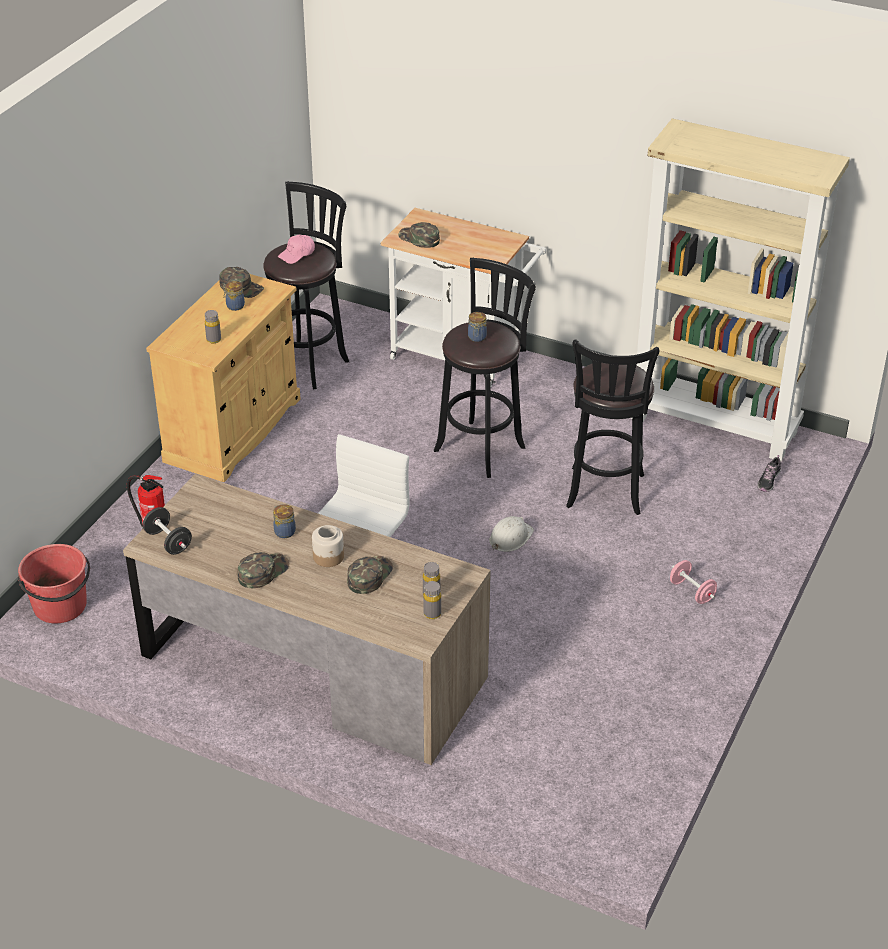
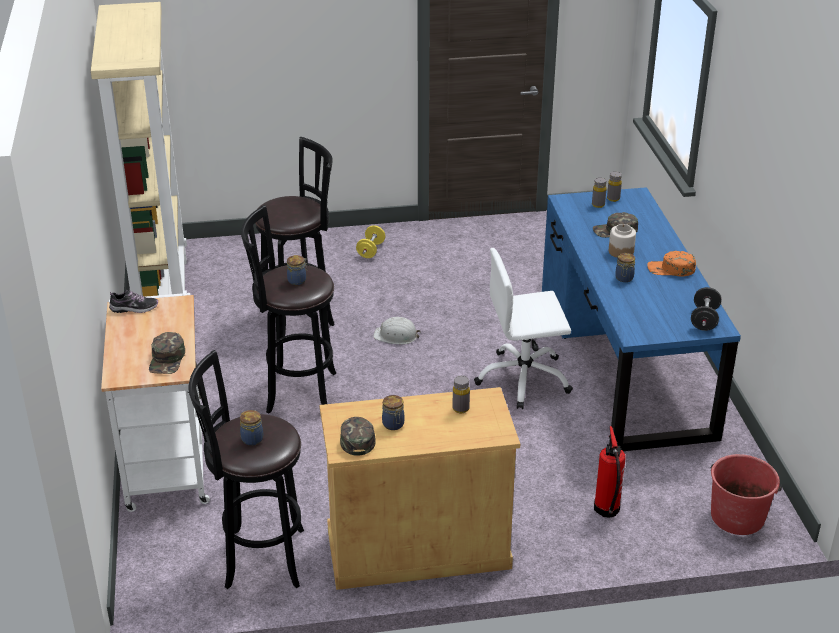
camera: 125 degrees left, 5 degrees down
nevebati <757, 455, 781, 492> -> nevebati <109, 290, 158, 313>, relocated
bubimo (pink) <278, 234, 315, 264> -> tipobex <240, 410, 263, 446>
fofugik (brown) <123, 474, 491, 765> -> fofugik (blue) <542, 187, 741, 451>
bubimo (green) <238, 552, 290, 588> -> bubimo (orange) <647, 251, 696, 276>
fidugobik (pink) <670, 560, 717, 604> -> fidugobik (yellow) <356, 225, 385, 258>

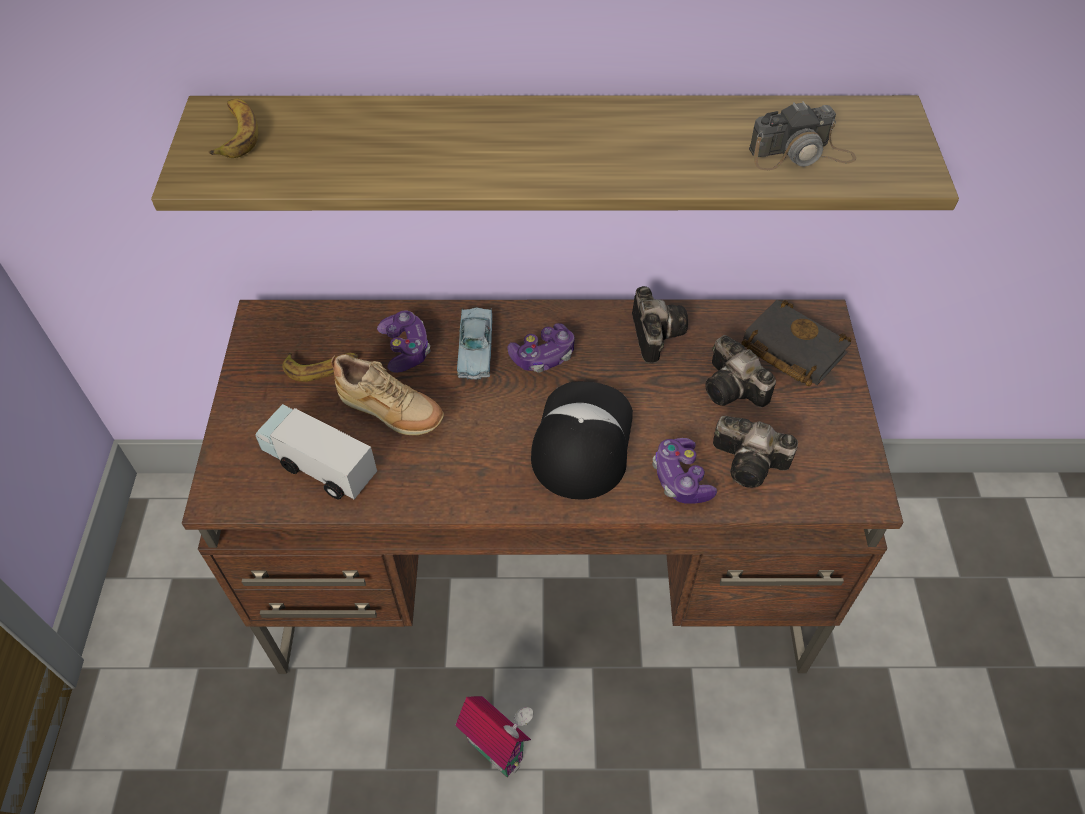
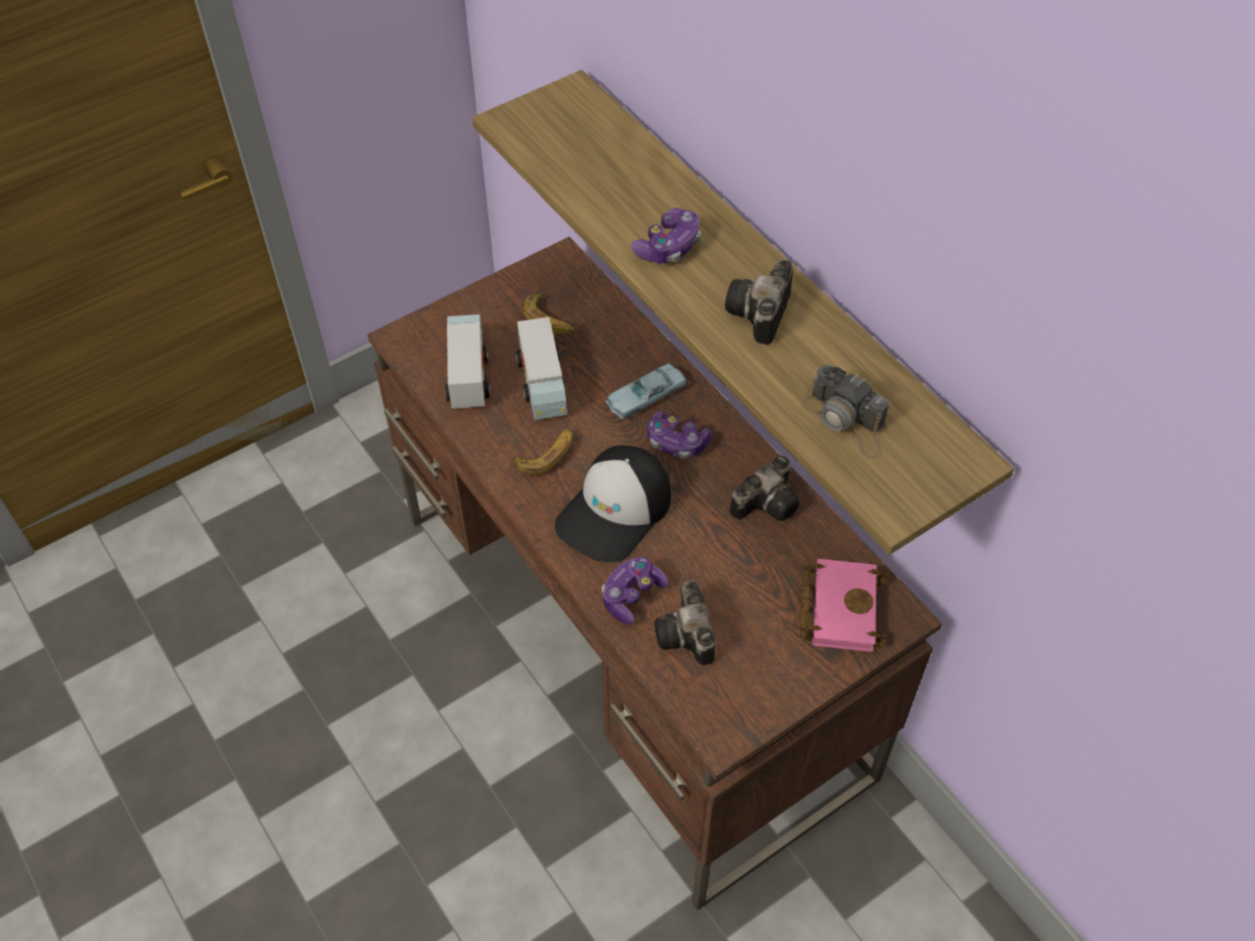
camera: 55 degrees right, 0 degrees up
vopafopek <455, 696, 533, 777> -> none
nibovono <208, 99, 258, 158> -> nibovono <513, 429, 572, 476>, relocated
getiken <377, 310, 431, 373> -> getiken <631, 208, 701, 263>, relocated
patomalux <705, 335, 776, 407> -> patomalux <725, 260, 793, 345>, relocated
nevebati (beige) <331, 354, 444, 435> -> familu <516, 317, 567, 420>
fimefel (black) <741, 300, 851, 386> -> fimefel (pink) <800, 559, 887, 652>
bubimo <531, 381, 633, 500> -> bubimo <555, 445, 671, 562>, 150 degrees clockwise

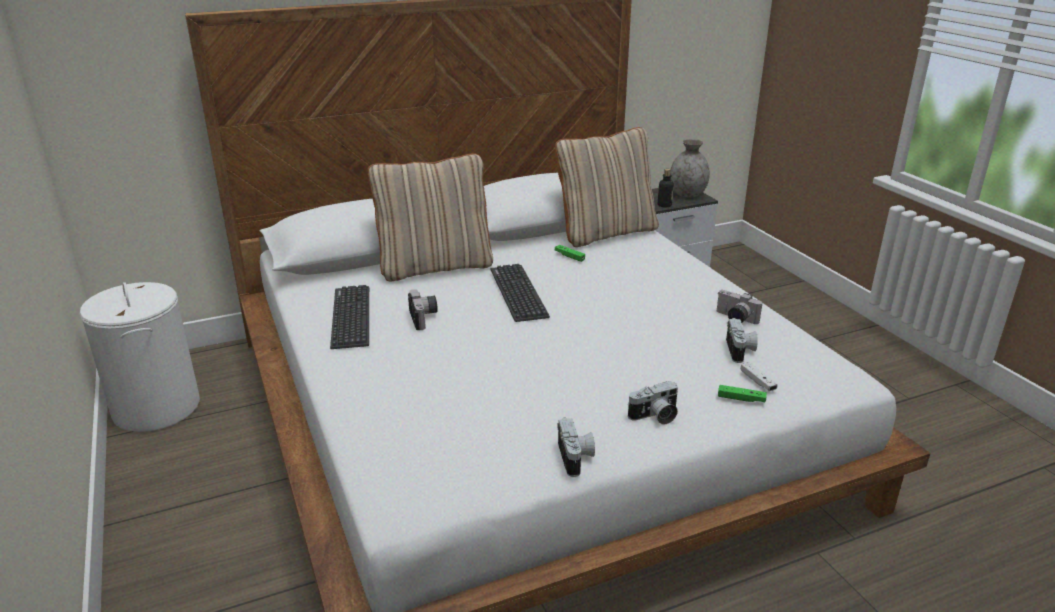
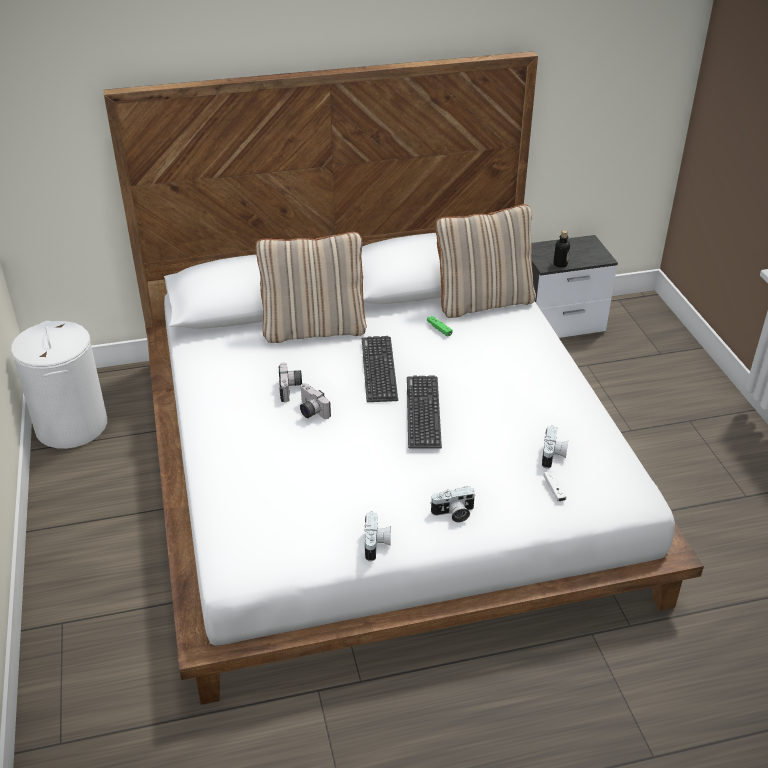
camera: 10 degrees right, 10 degrees up
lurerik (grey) <670, 139, 710, 197> -> none
getiken (green) <718, 385, 767, 402> -> none
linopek <330, 285, 369, 349> -> linopek <407, 376, 442, 449>, relocated
patomalux <717, 290, 762, 324> -> patomalux <300, 383, 331, 419>, relocated

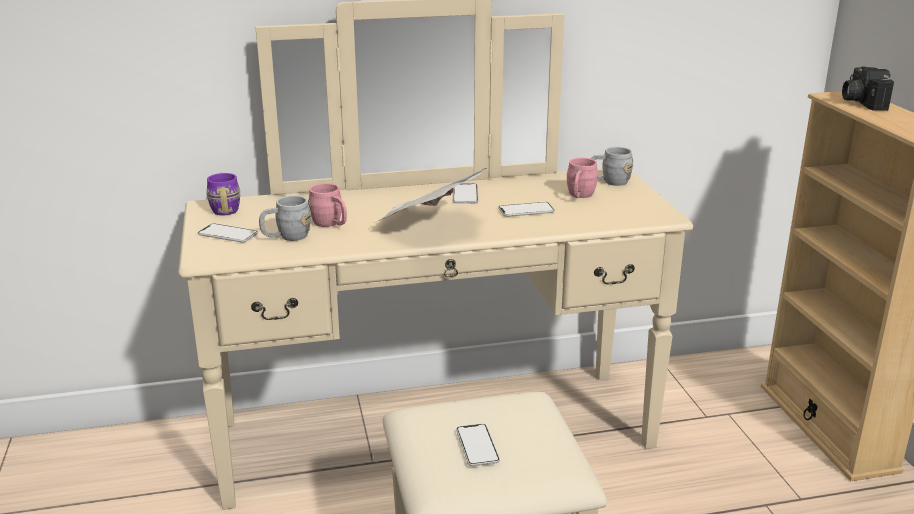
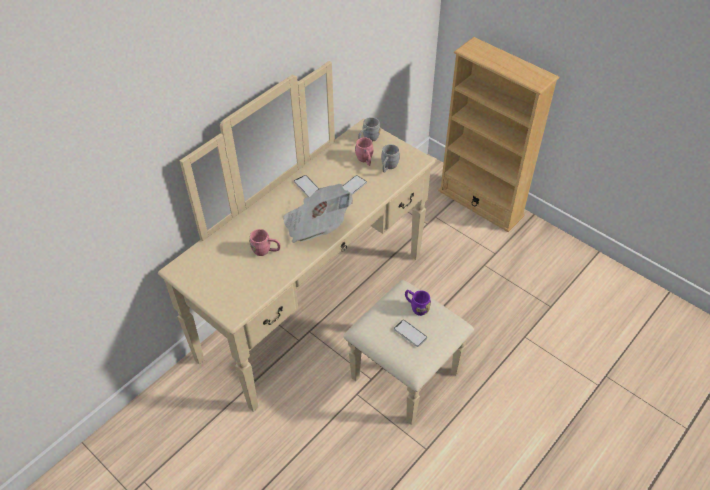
camera: 35 degrees left, 25 degrees up
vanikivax <198, 223, 258, 243> -> none
patomalux <842, 66, 894, 111> -> none
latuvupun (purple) <207, 173, 240, 215> -> latuvupun (purple) <405, 290, 431, 316>, relocated
latuvupun (grey) <259, 195, 311, 241> -> latuvupun (grey) <381, 144, 400, 172>, relocated

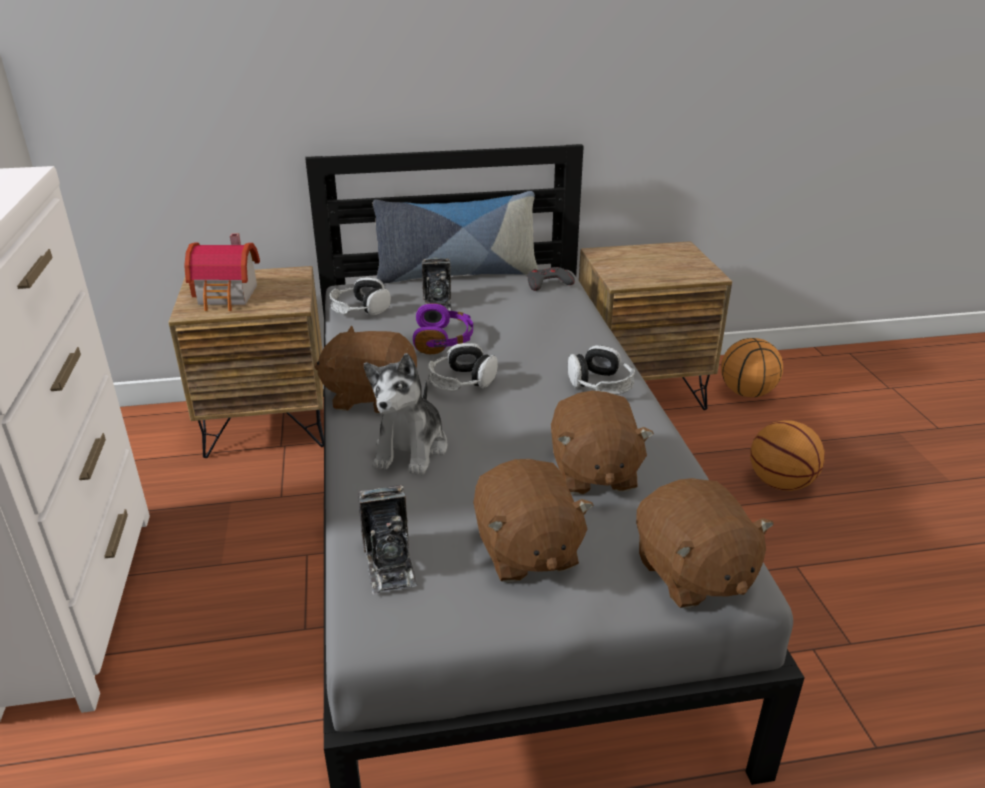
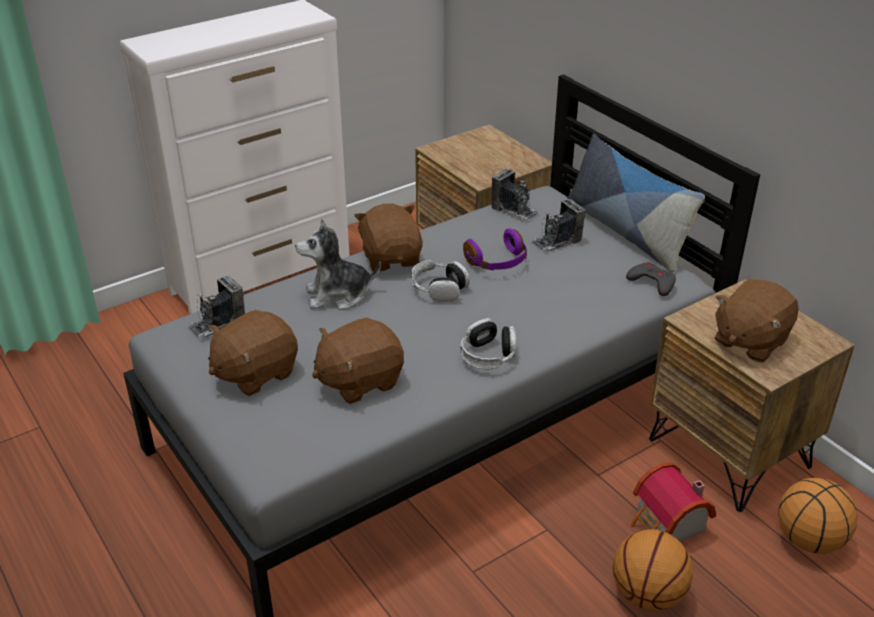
camera: 65 degrees right, 5 degrees up
vopafopek <184, 233, 260, 311> -> vopafopek <631, 462, 716, 541>, relocated
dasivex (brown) <636, 478, 774, 608> -> dasivex (brown) <715, 279, 799, 363>, relocated
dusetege <329, 278, 391, 315> -> patomalux <491, 169, 539, 222>

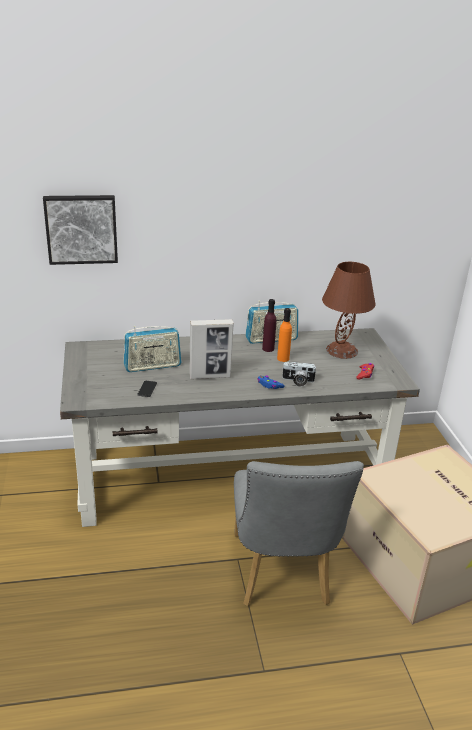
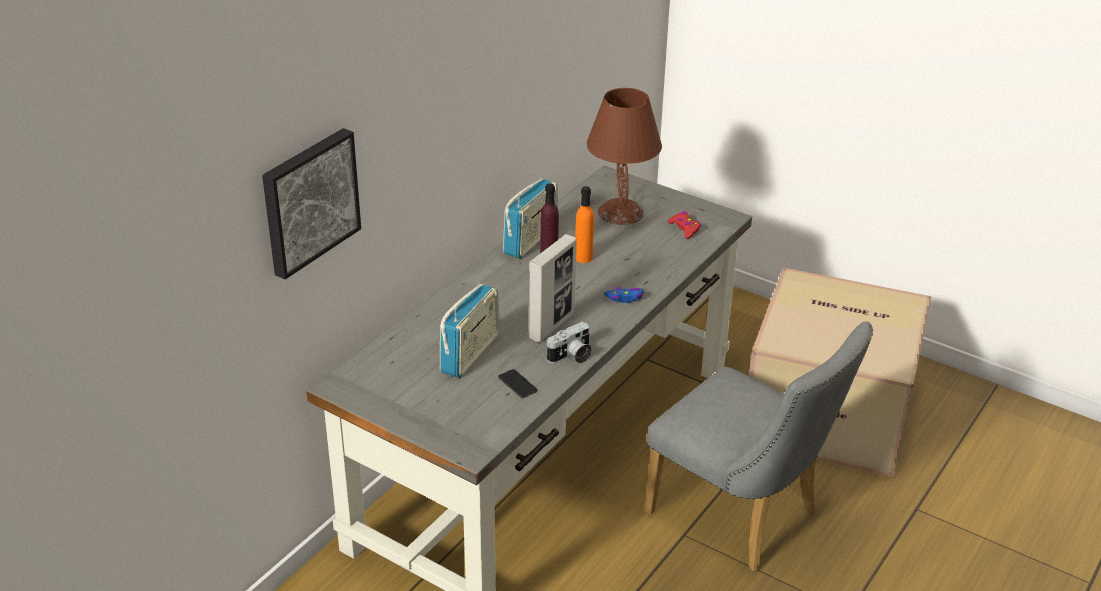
camera: 45 degrees left, 5 degrees up
patomalux <282, 362, 317, 387> -> patomalux <546, 322, 592, 363>, relocated

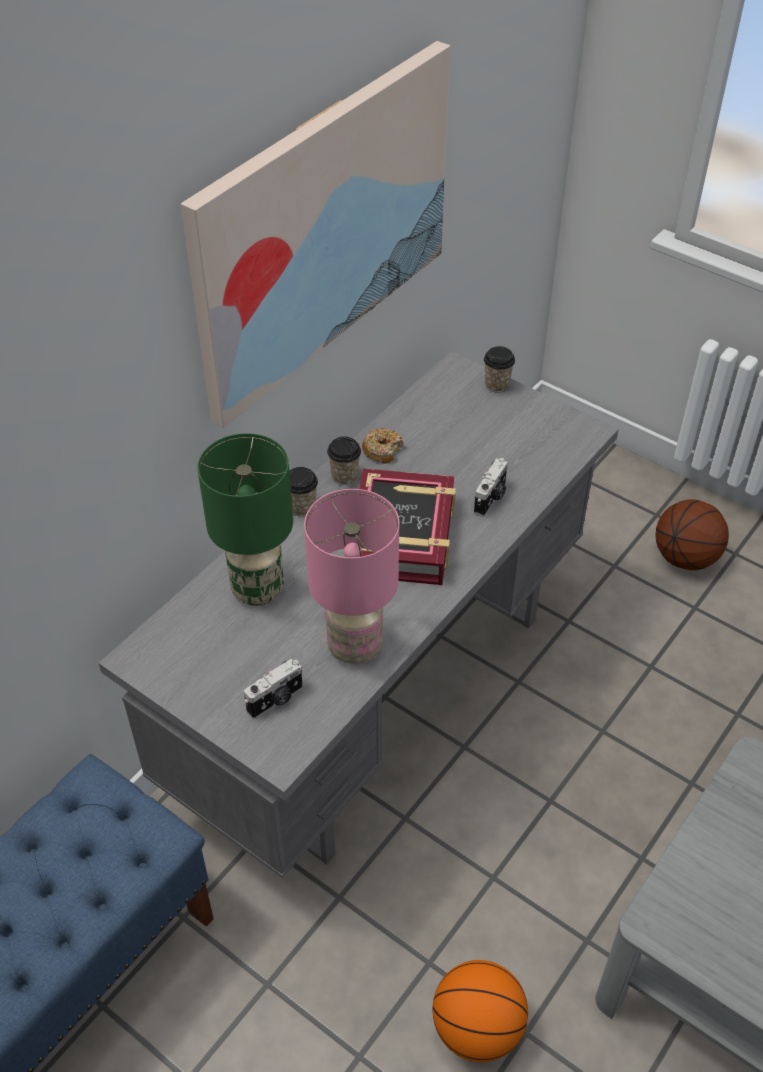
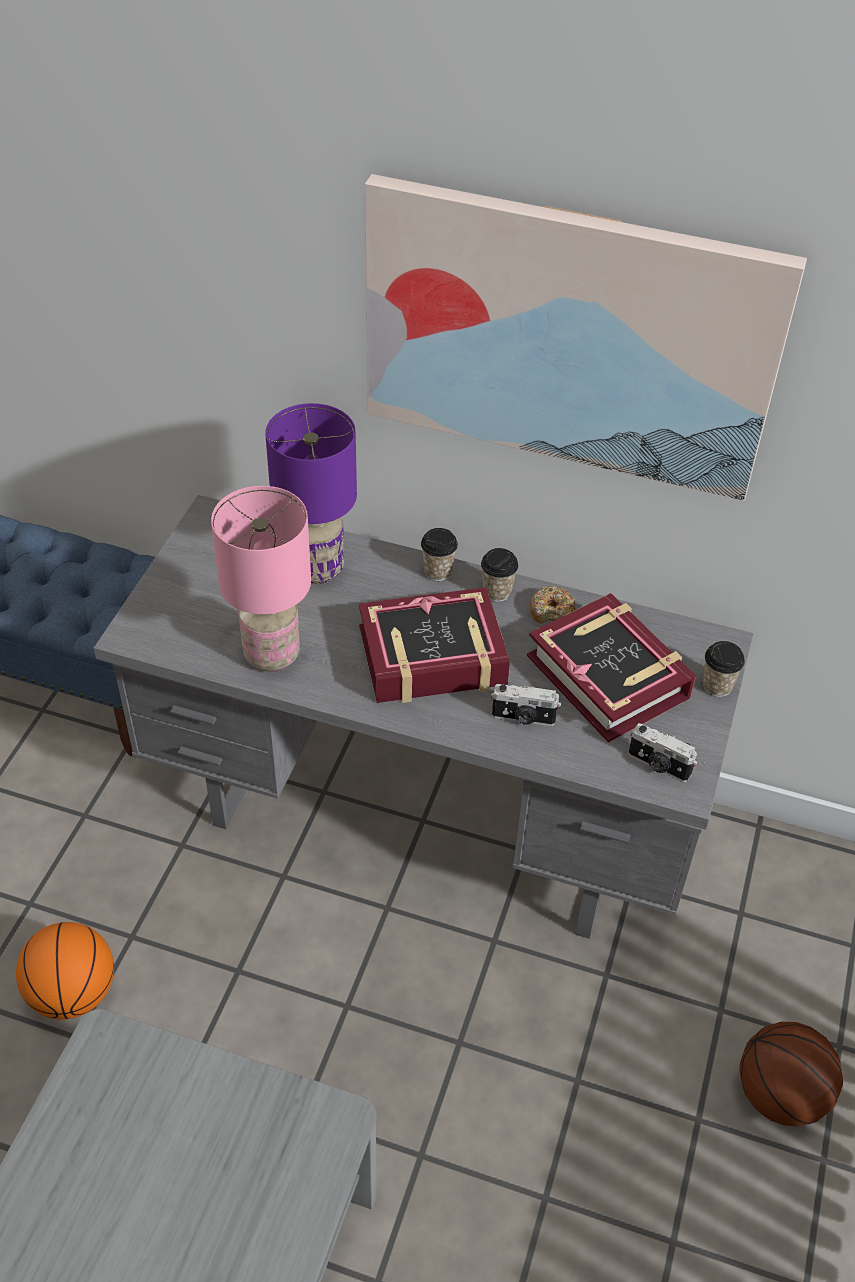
camera: 70 degrees right, 0 degrees up
none -> fimefel <527, 593, 696, 743>
patomalux <244, 658, 303, 719> -> patomalux <628, 723, 697, 782>, relocated
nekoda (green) <197, 433, 293, 606> -> nekoda (purple) <265, 403, 357, 584>

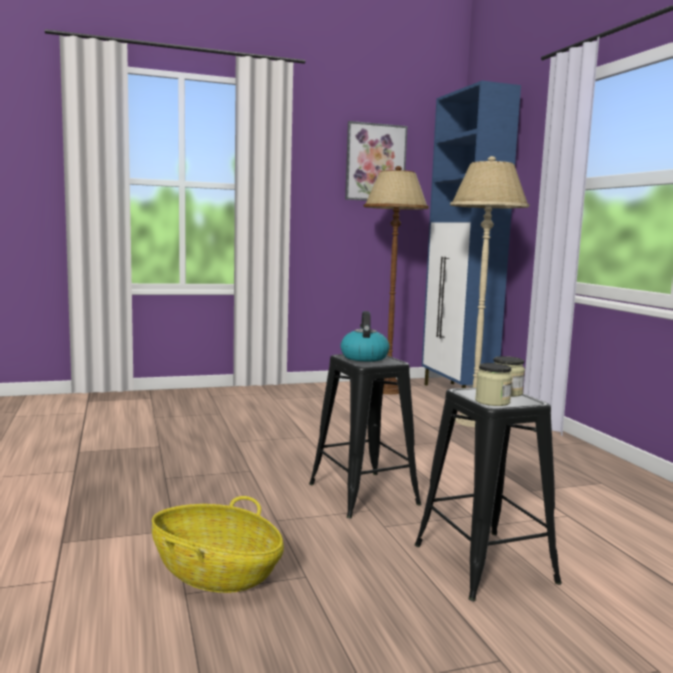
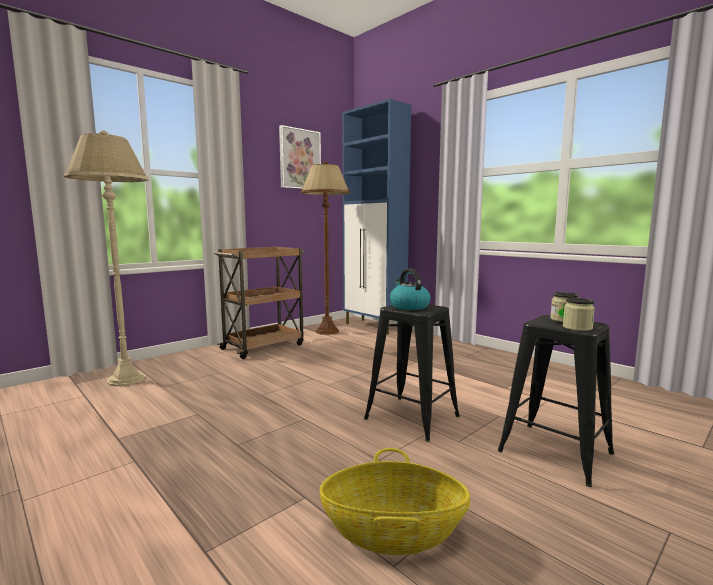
camera: 25 degrees left, 0 degrees up
none -> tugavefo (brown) <213, 247, 305, 359>
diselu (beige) <450, 156, 530, 427> -> diselu (beige) <64, 130, 149, 386>, relocated

